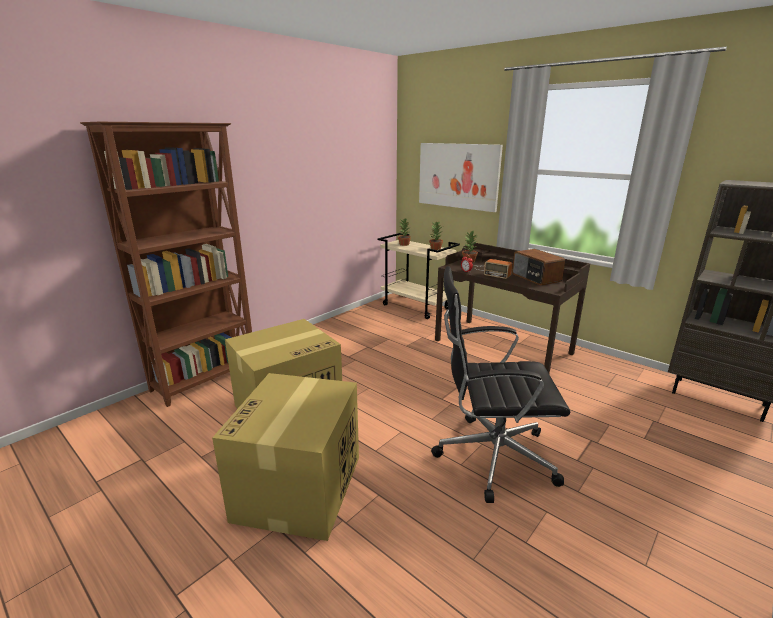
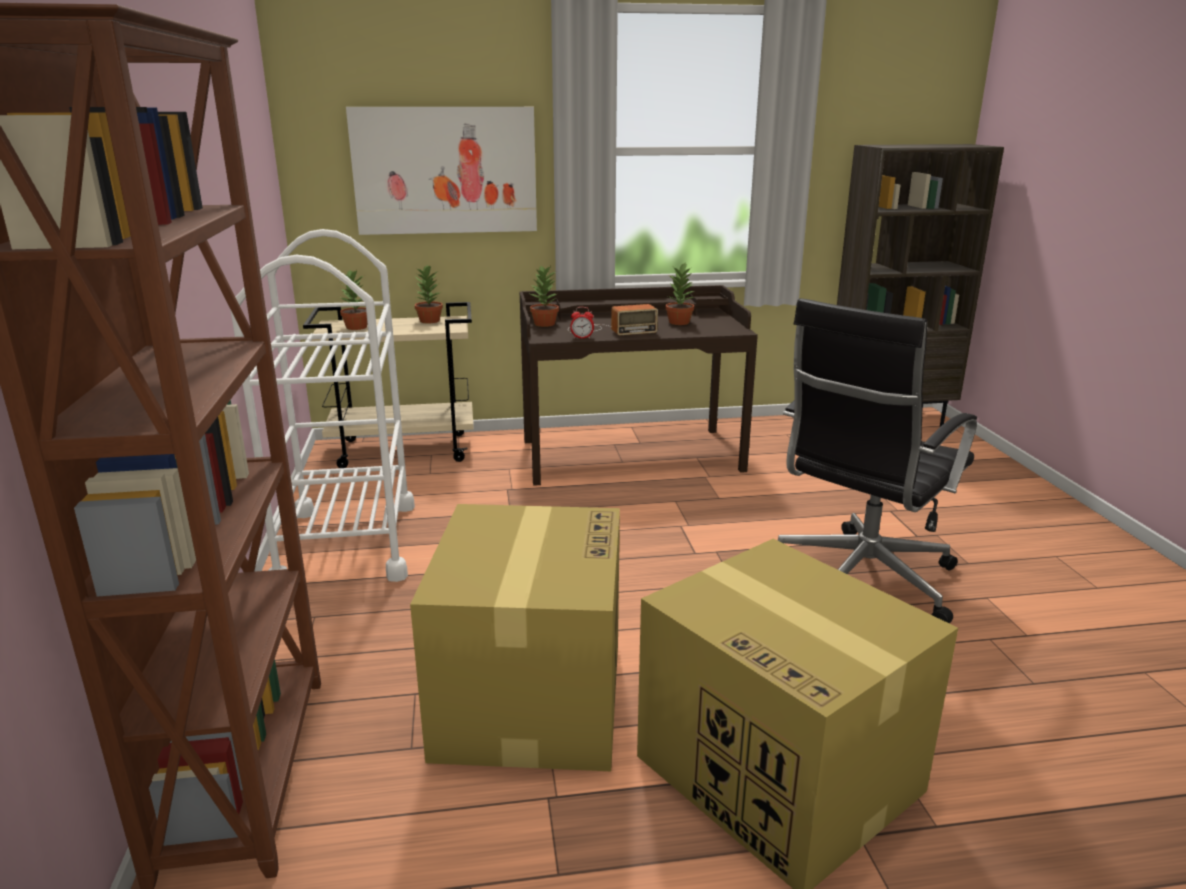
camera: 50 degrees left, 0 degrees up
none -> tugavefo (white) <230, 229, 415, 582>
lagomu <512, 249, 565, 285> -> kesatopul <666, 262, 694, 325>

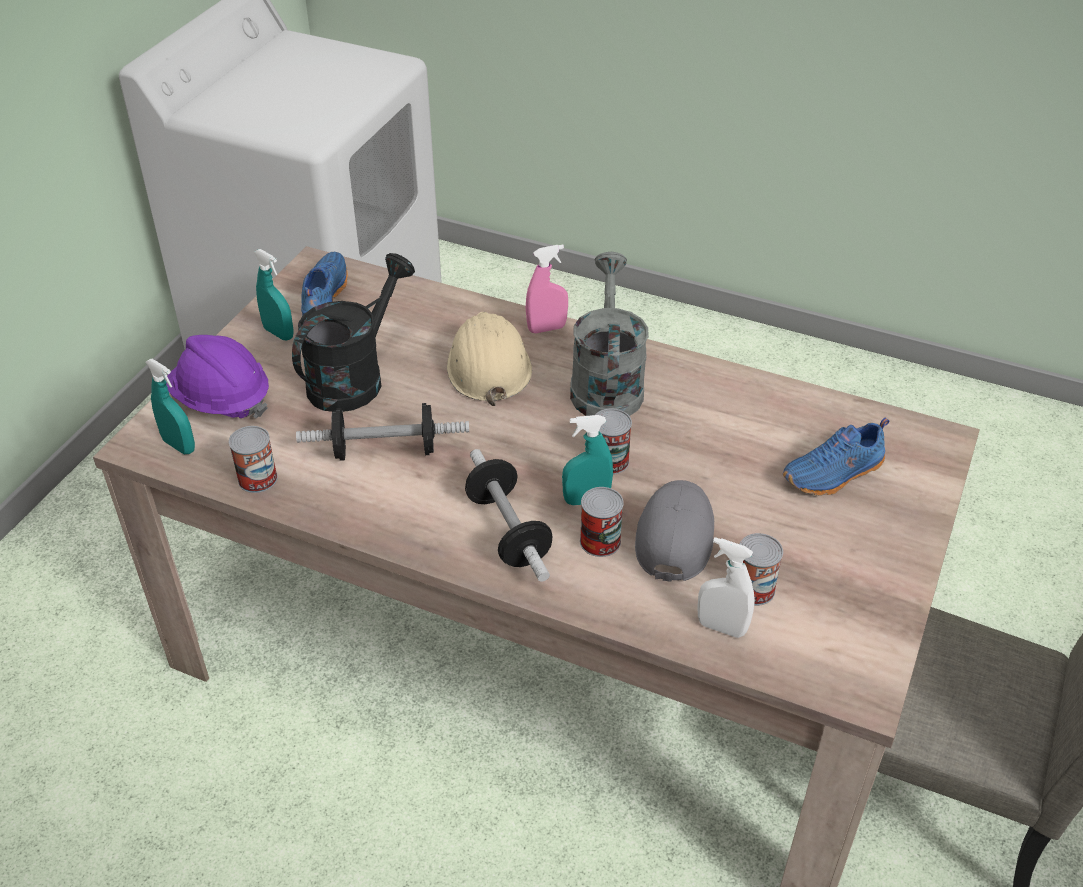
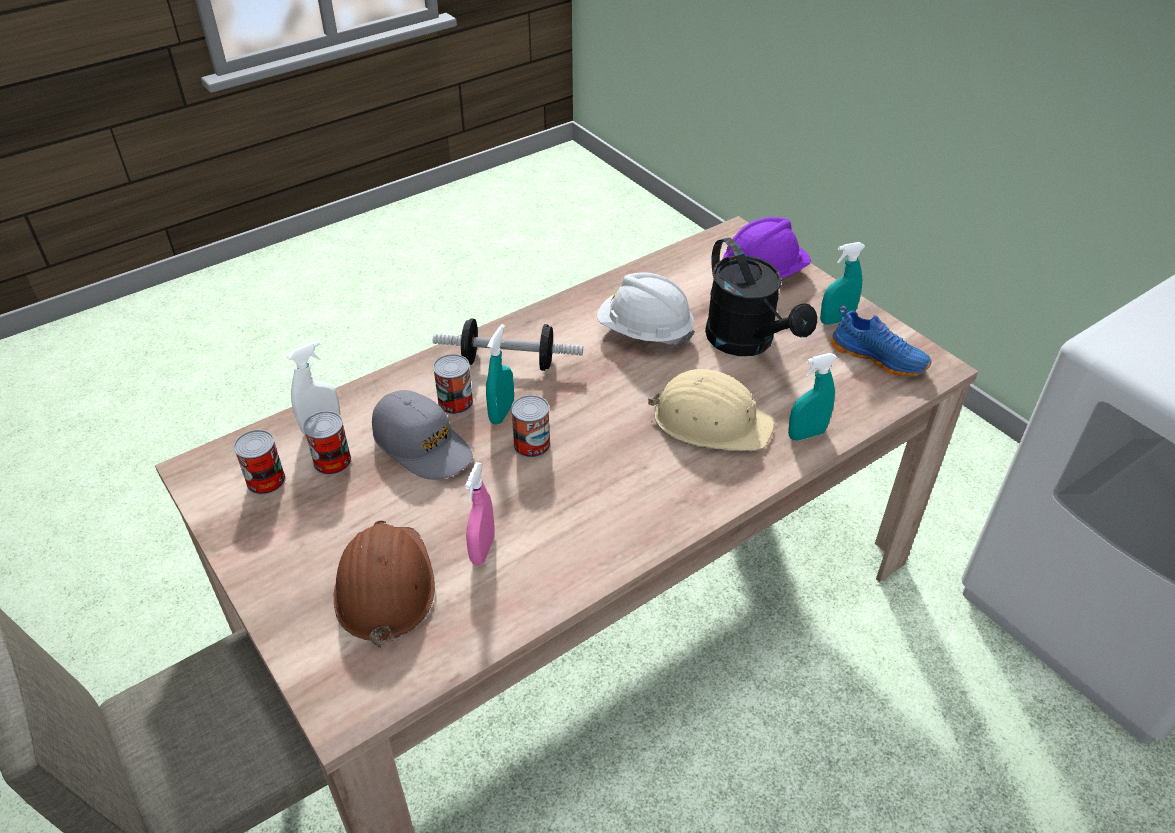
camera: 120 degrees right, 0 degrees up
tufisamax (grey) <570, 252, 649, 416> -> none
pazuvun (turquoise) <146, 359, 195, 454> -> pazuvun (turquoise) <788, 353, 837, 441>, relocated
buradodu <229, 426, 278, 493> -> buradodu <233, 430, 286, 495>, relocated
pazuvun (pink) <526, 245, 568, 333> -> pazuvun (pink) <465, 462, 495, 565>, relocated
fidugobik <296, 403, 469, 461> -> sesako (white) <597, 272, 695, 345>
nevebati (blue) <783, 418, 889, 496> -> sesako (brown) <334, 521, 435, 648>

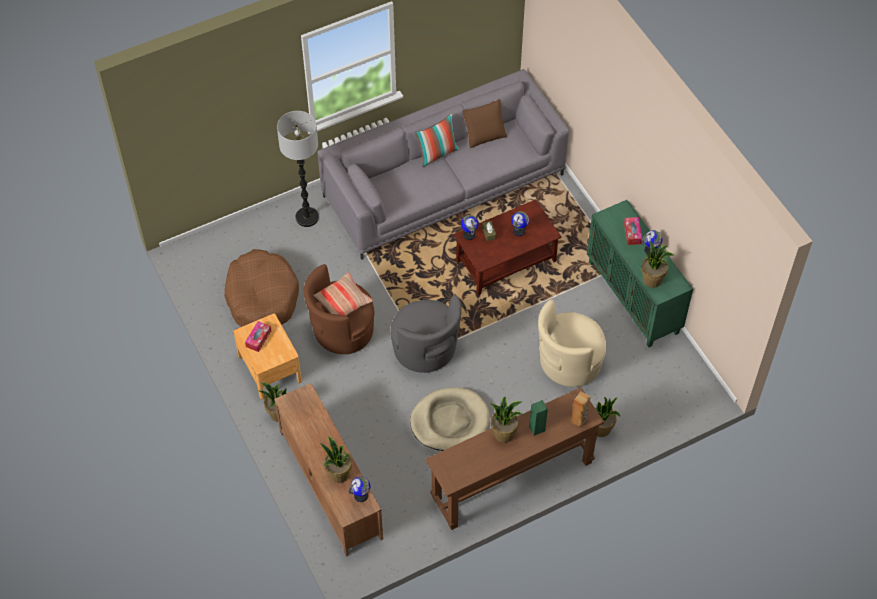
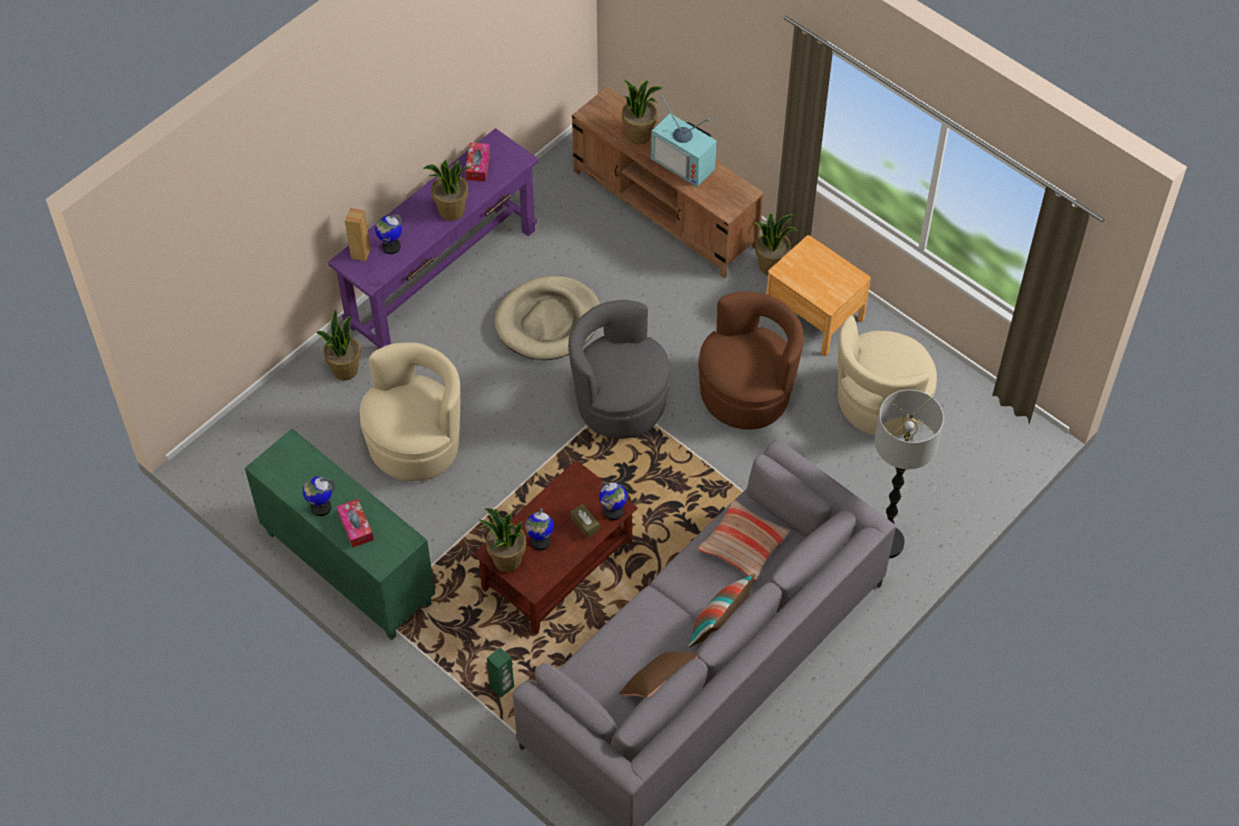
camera: 160 degrees right, 0 degrees up
none -> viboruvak <651, 95, 717, 187>
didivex <245, 321, 271, 352> -> didivex <465, 143, 490, 181>, relocated
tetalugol <314, 273, 373, 316> -> tetalugol <698, 500, 790, 581>, relocated
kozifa <348, 476, 370, 502> -> kozifa <375, 215, 402, 254>, relocated
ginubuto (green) <529, 400, 548, 436> -> ginubuto (green) <487, 647, 514, 697>, relocated
kesatopul <641, 241, 675, 288> -> kesatopul <478, 508, 526, 572>, relocated
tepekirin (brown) <224, 249, 299, 327> -> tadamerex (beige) <838, 315, 937, 437>
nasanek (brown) <426, 387, 604, 530> -> nasanek (purple) <328, 128, 538, 349>

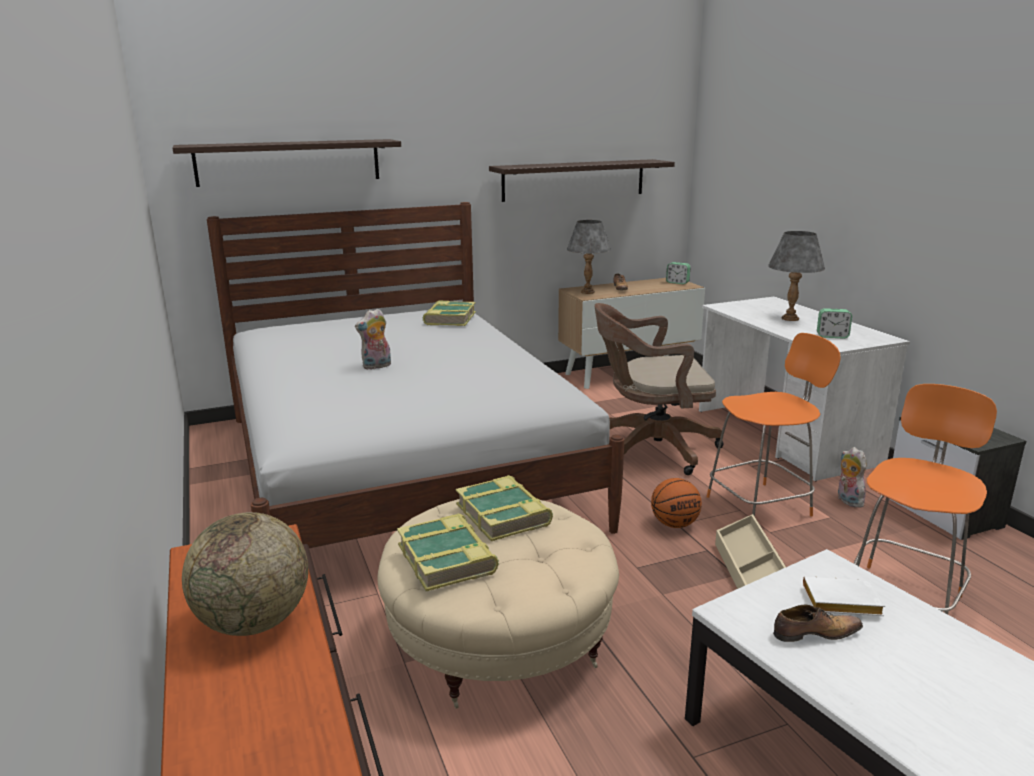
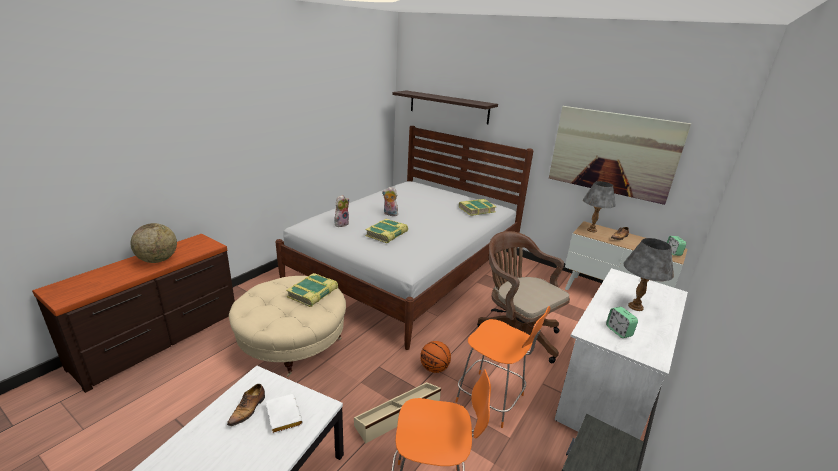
camera: 55 degrees right, 5 degrees up
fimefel <397, 513, 499, 591> -> fimefel <365, 219, 408, 243>, relocated
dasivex <837, 447, 866, 508> -> dasivex <335, 195, 349, 227>, relocated
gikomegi <489, 159, 675, 202> -> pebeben <549, 106, 691, 205>
nevebati <773, 605, 863, 642> -> nevebati <227, 384, 265, 426>, 60 degrees clockwise

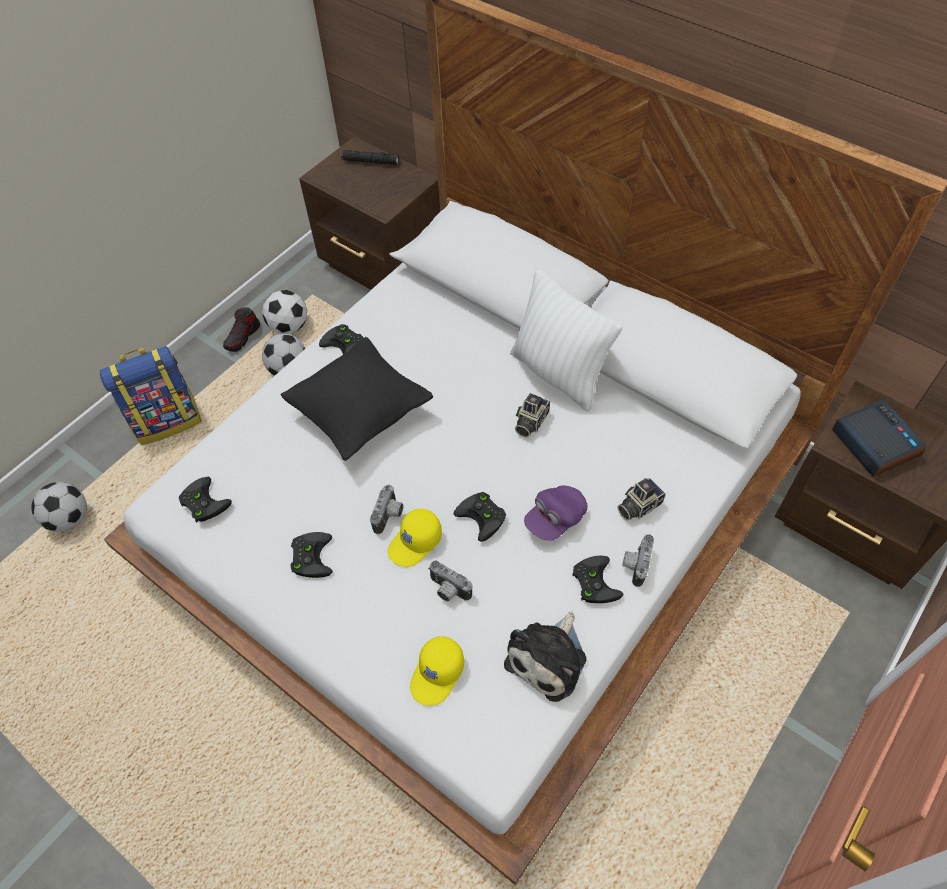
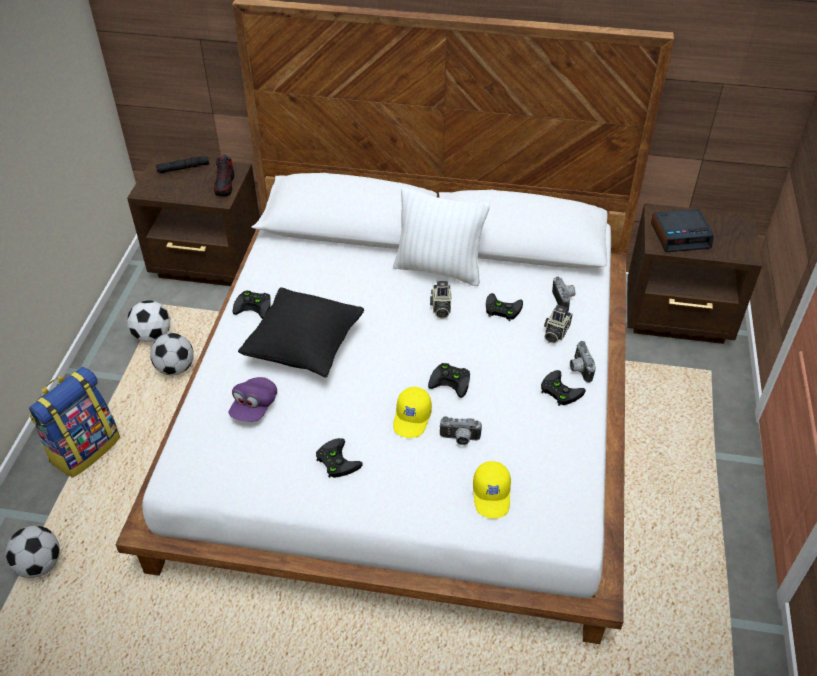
camera: 30 degrees left, 10 degrees down
dasivex <504, 611, 587, 702> -> none
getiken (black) <179, 477, 232, 522> -> getiken (black) <486, 293, 523, 321>, relocated
nevebati <223, 307, 260, 352> -> nevebati <214, 155, 234, 196>, relocated
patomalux <370, 485, 403, 534> -> patomalux <552, 277, 575, 312>, relocated
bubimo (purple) <524, 485, 587, 541> -> bubimo (purple) <229, 377, 277, 422>, relocated
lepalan <832, 399, 927, 477> -> lepalan <651, 209, 714, 252>, 135 degrees clockwise

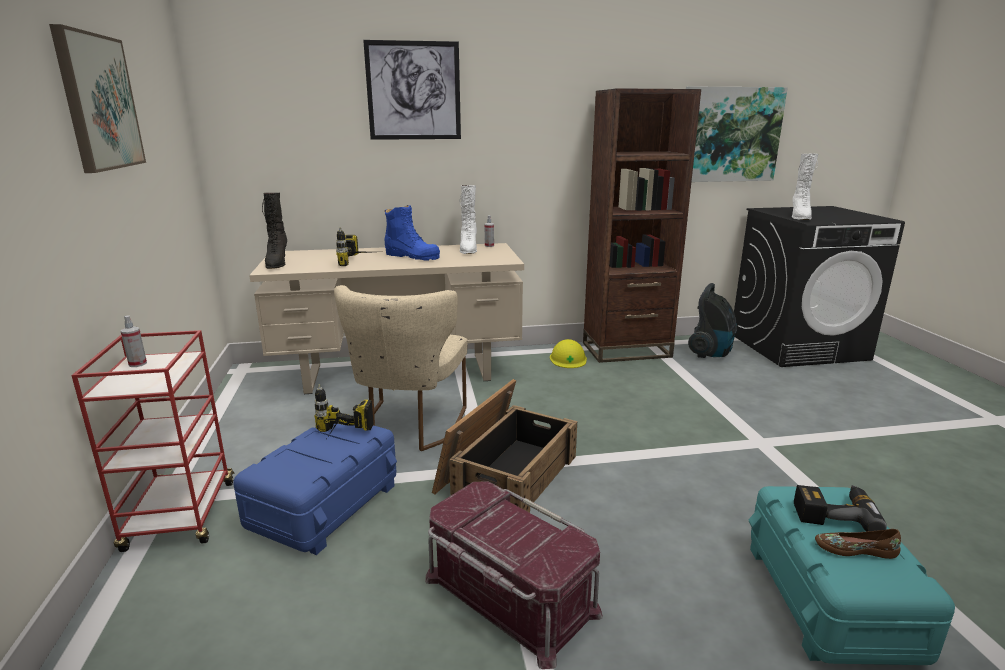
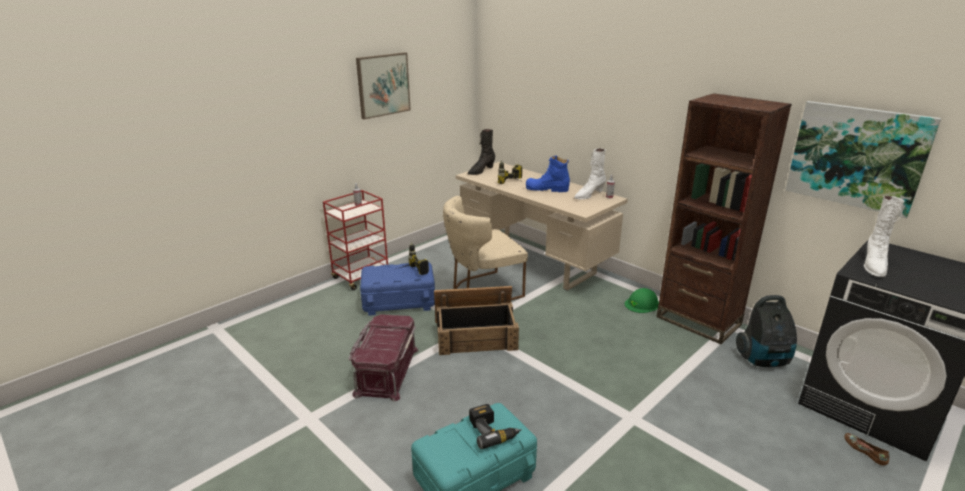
camera: 55 degrees right, 5 degrees up
pebeben <363, 40, 461, 140> -> none
nevebati (brown) <815, 529, 901, 559> -> nevebati (brown) <844, 433, 890, 465>, relocated
sesako (yellow) <550, 339, 587, 368> -> sesako (green) <625, 288, 659, 313>
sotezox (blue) <385, 205, 440, 261> -> sotezox (blue) <526, 156, 570, 192>, 105 degrees clockwise
sotezox (white) <792, 153, 818, 220> -> sotezox (white) <864, 196, 904, 277>, 45 degrees counterclockwise

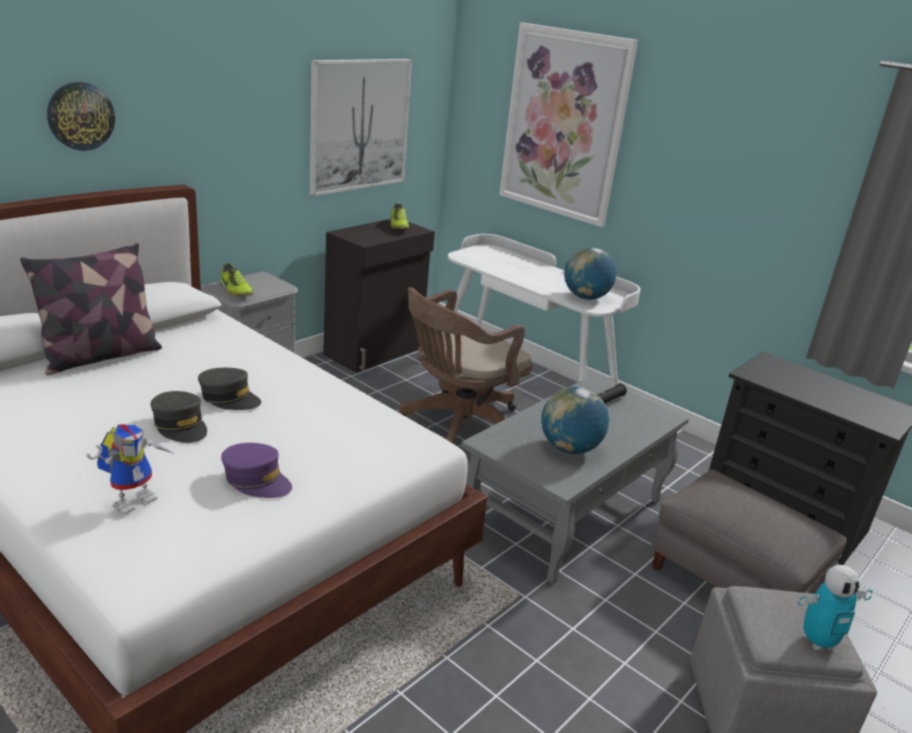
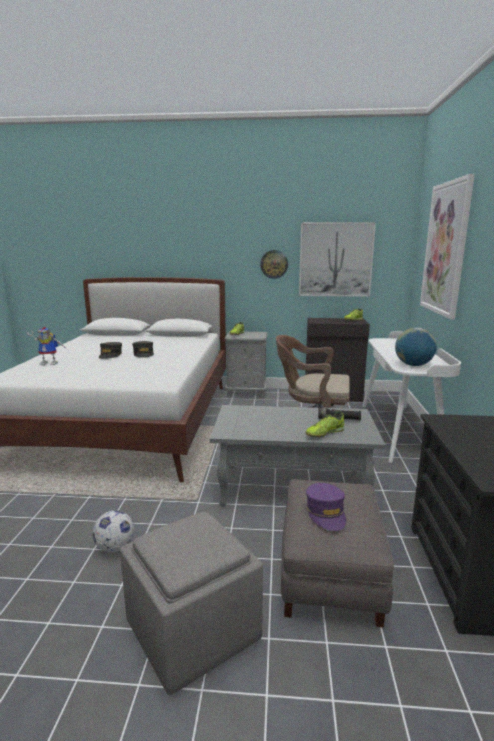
camera: 55 degrees right, 10 degrees down
tetalugol <20, 243, 162, 375> -> none
kozifa <541, 387, 609, 454> -> none
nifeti <798, 565, 872, 650> -> none
none -> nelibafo <93, 510, 134, 552>
none -> nevebati <306, 411, 344, 437>
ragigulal <47, 82, 115, 151> -> ragigulal <260, 250, 288, 279>, relocated
bubimo (purple) <221, 443, 292, 498> -> bubimo (purple) <306, 483, 346, 531>, relocated

